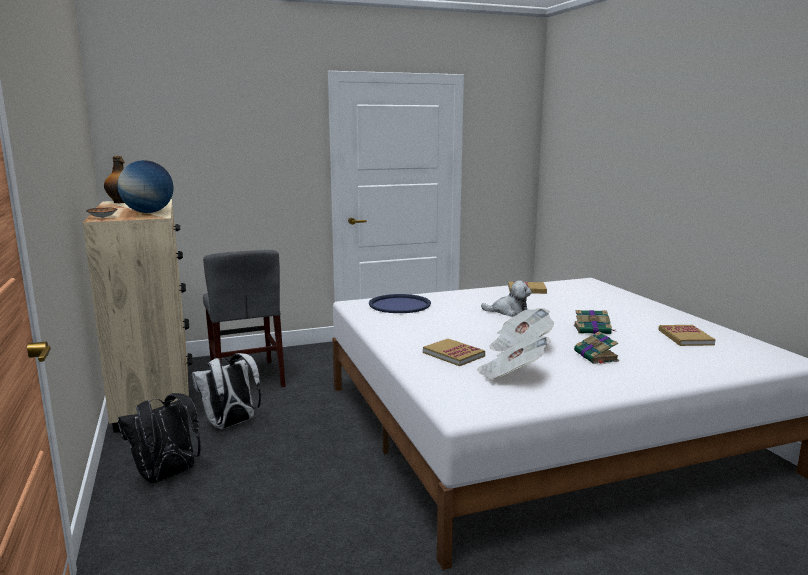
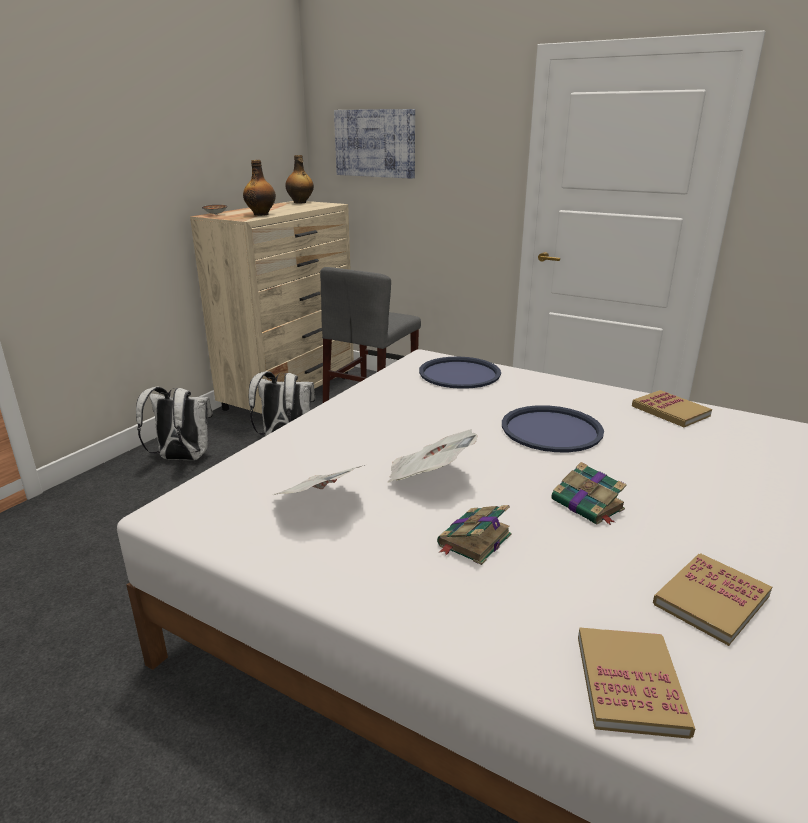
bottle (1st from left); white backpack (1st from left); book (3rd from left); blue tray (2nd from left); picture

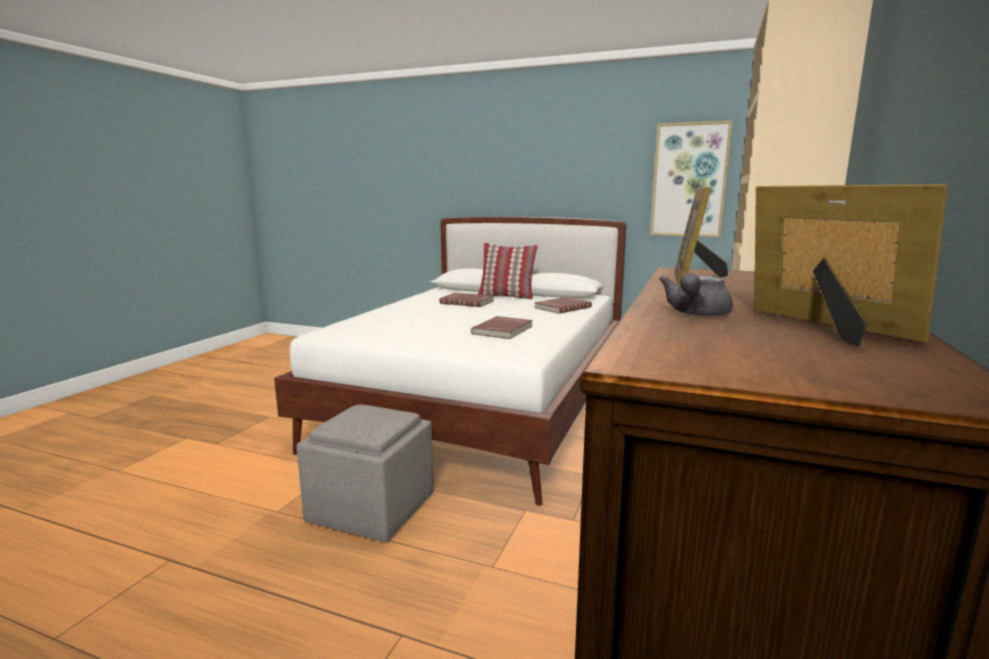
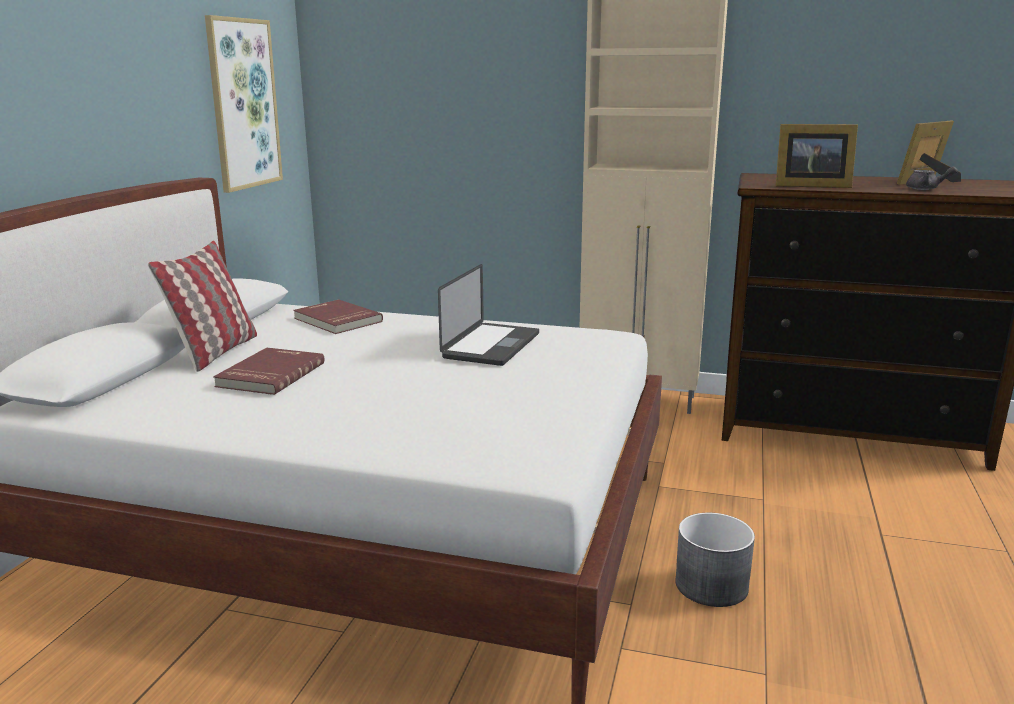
grey planter; laptop

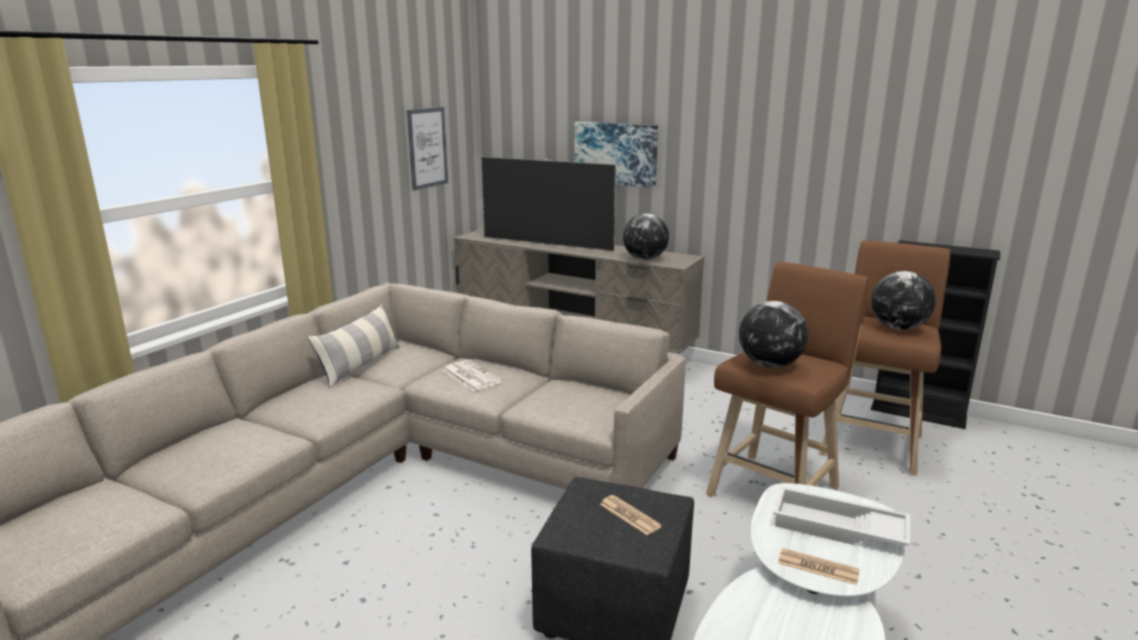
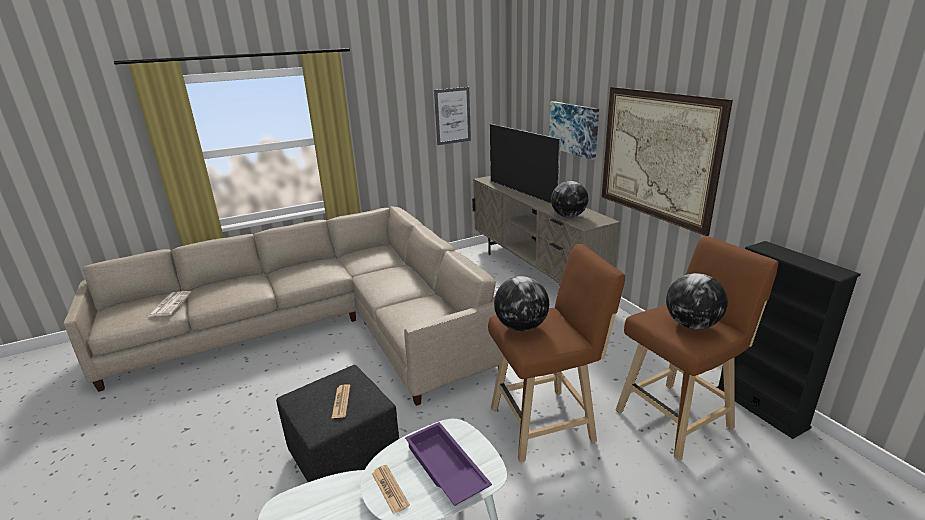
pillow; newspaper (1st from left); purple tray; picture (3rd from left)

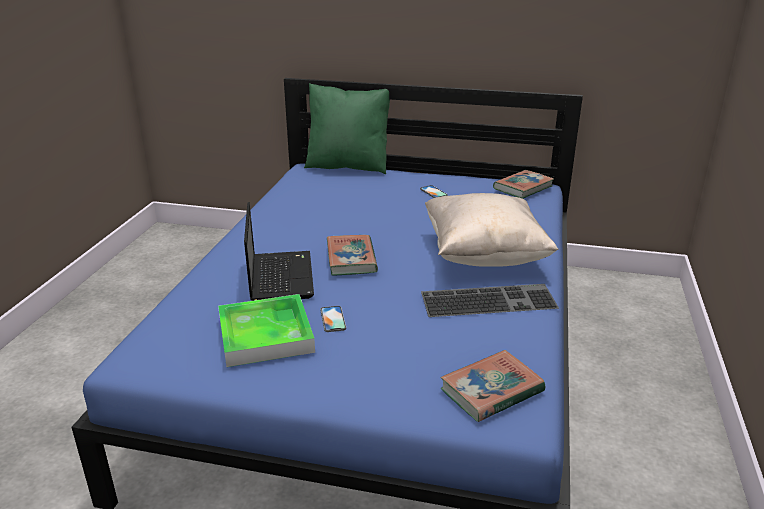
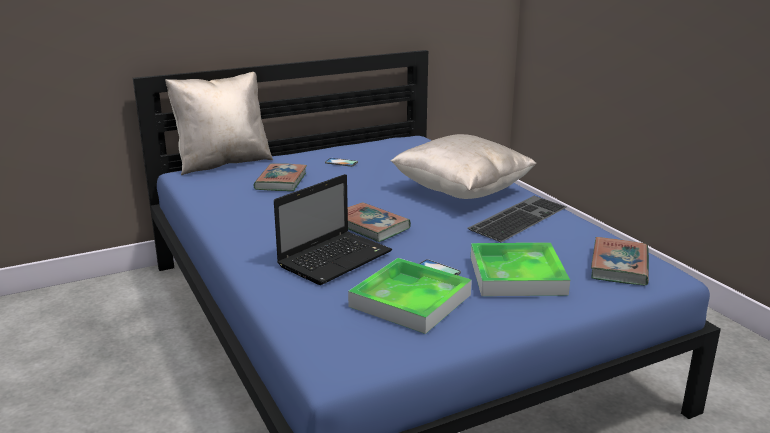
laptop; beige pillow (1st from left); book (1st from left); tray (2nd from left)

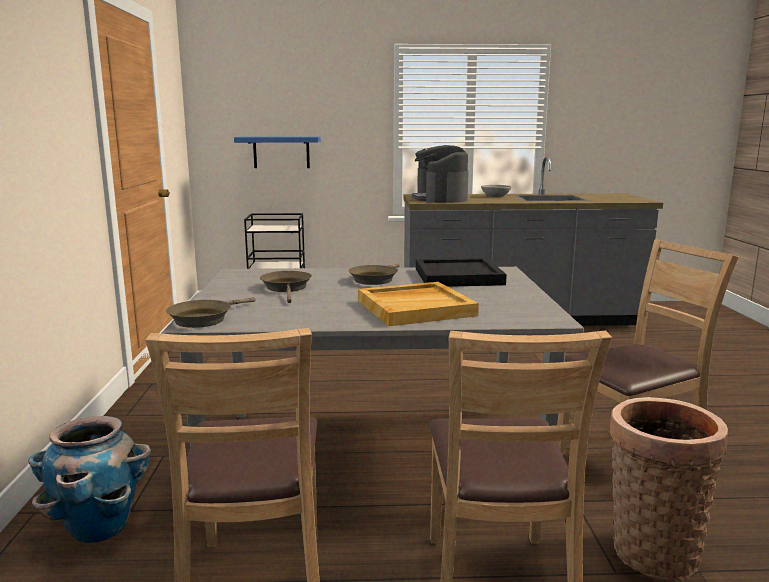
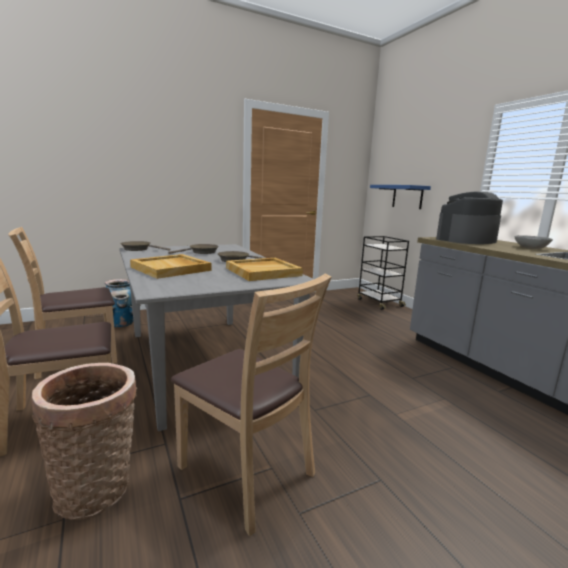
beige tray (2nd from left)

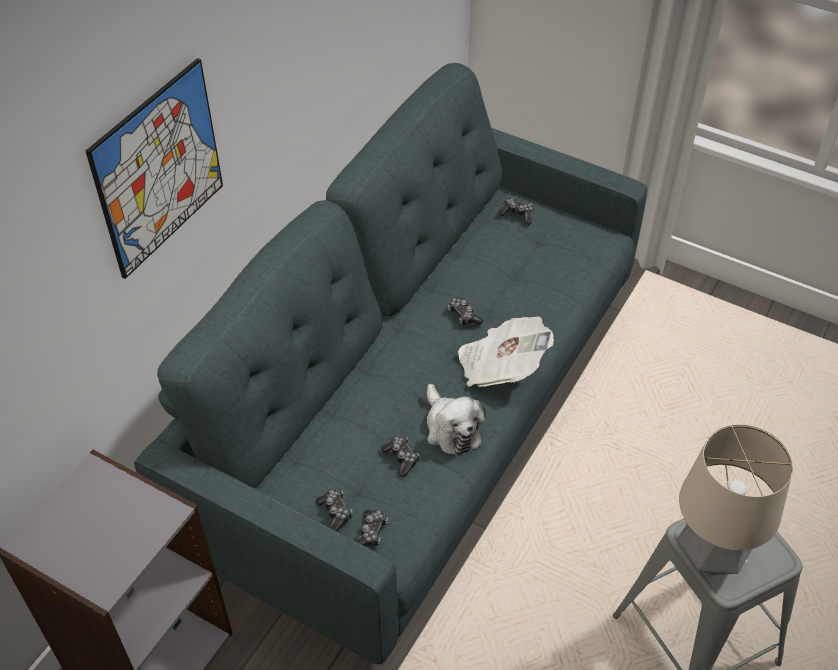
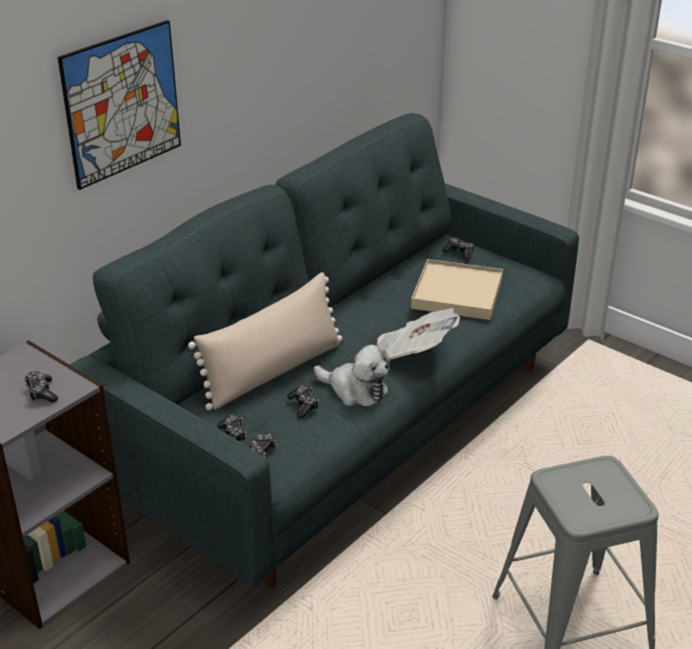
plush toy; game controller (1st from left); table lamp; beige pillow; beige tray

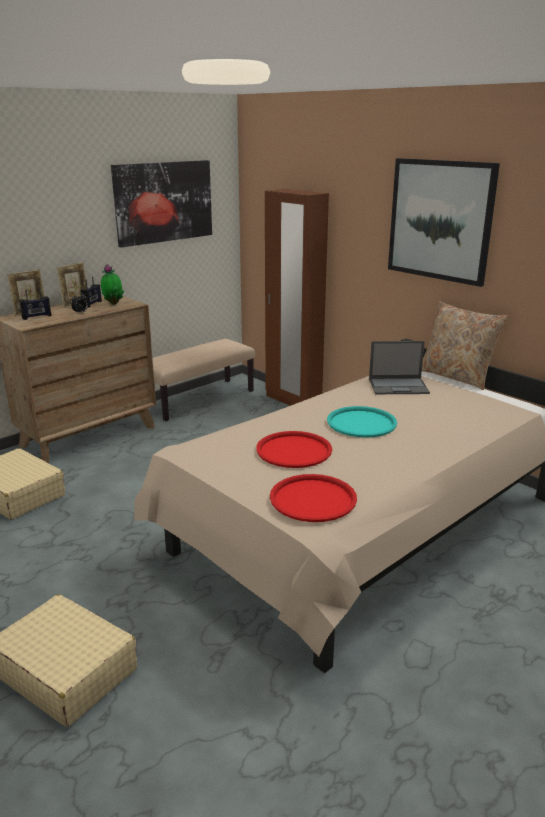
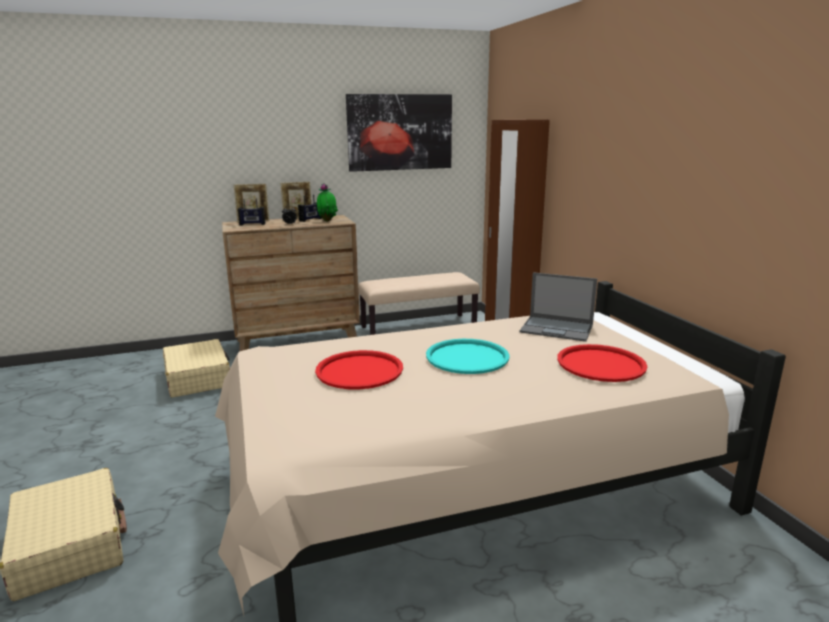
red tray (2nd from left); picture (2nd from left in the first image); beige pillow

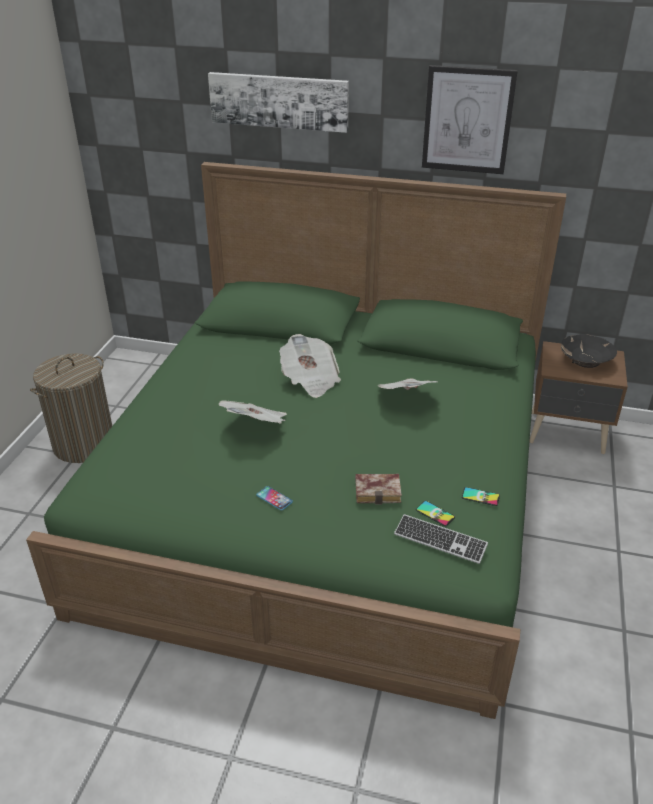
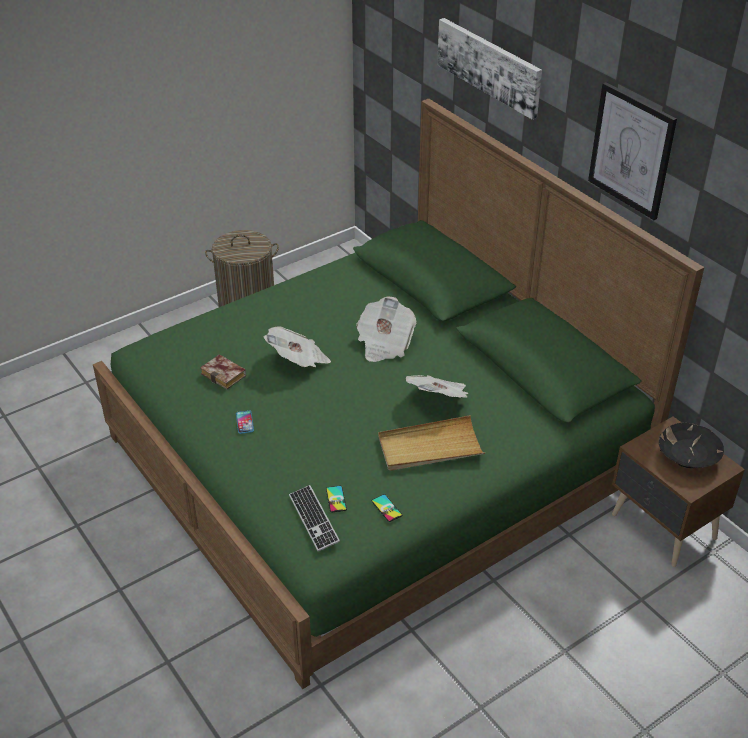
book; beige tray

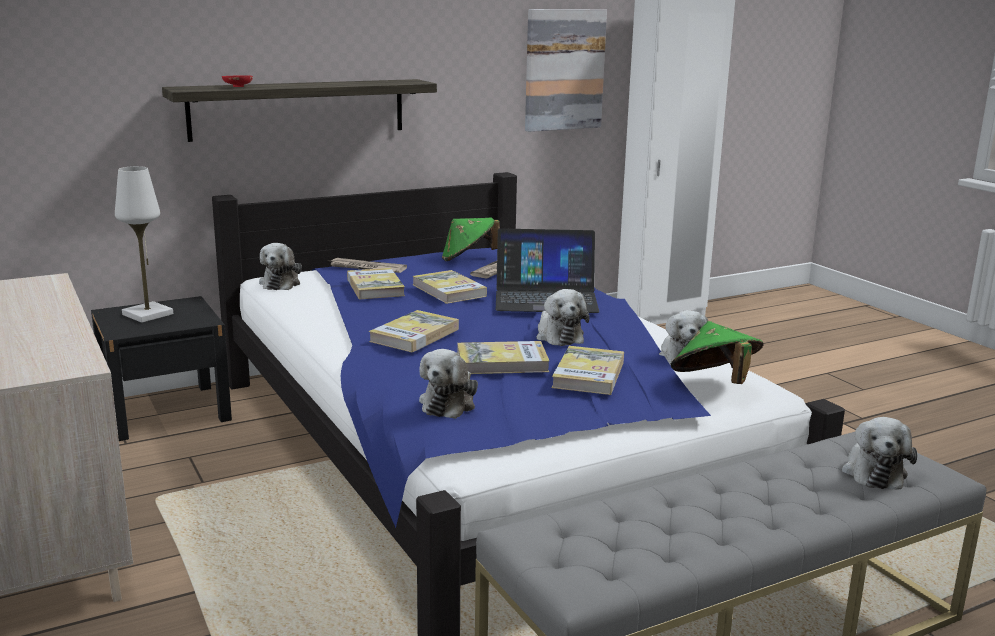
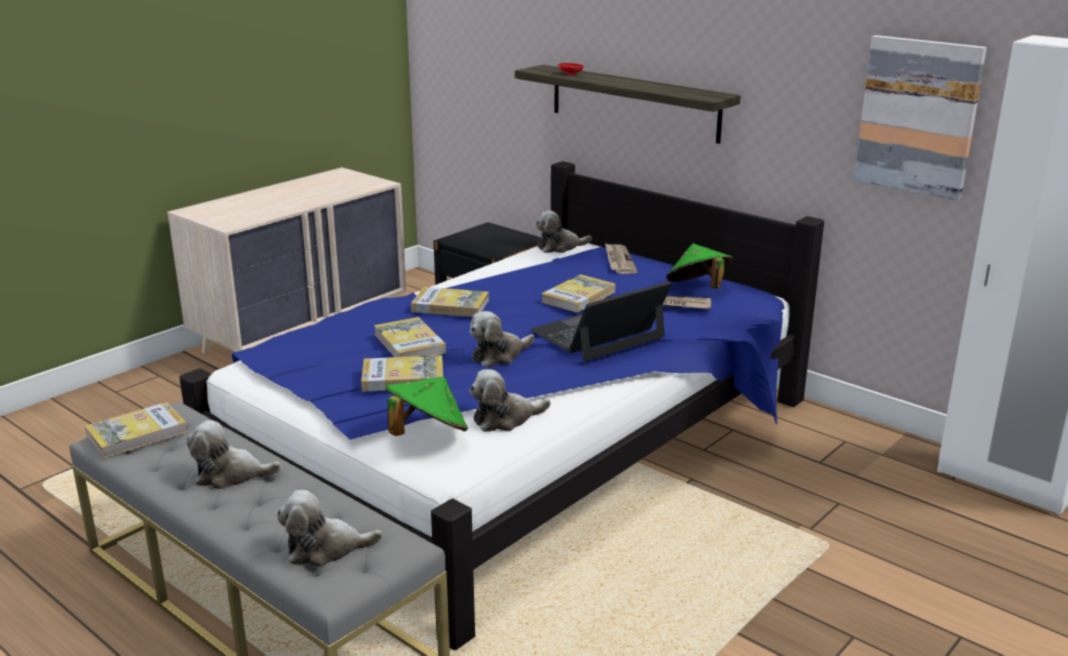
white table lamp; book (1st from left); plush toy (1st from left); laptop

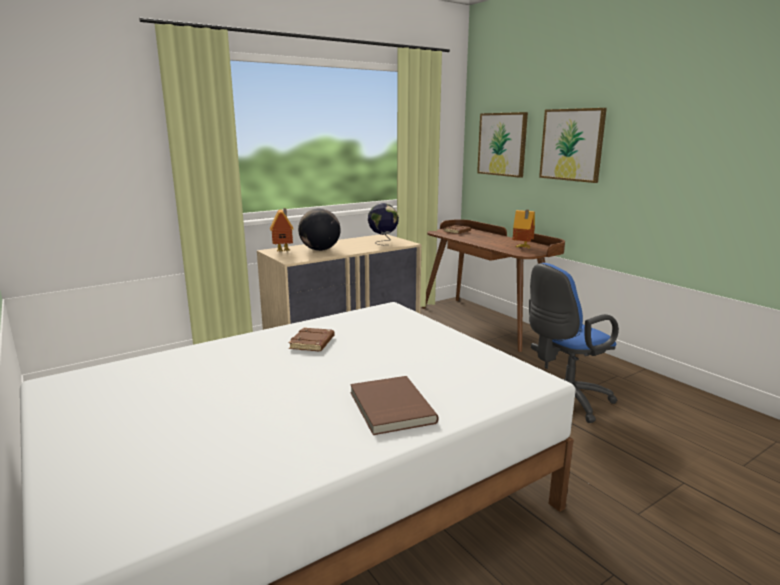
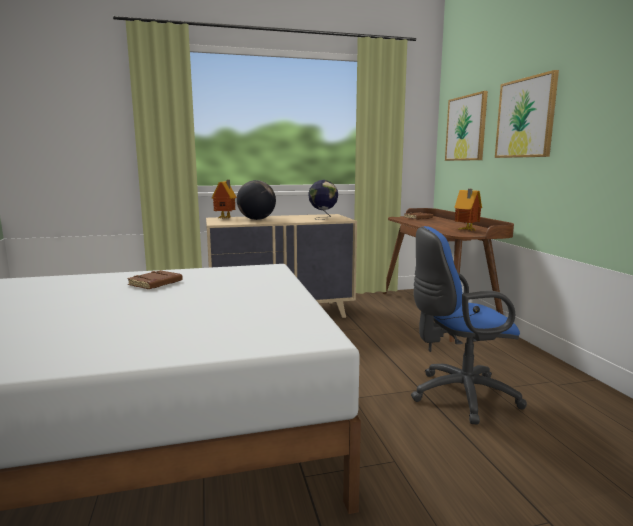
brown book (2nd from left in the first image)

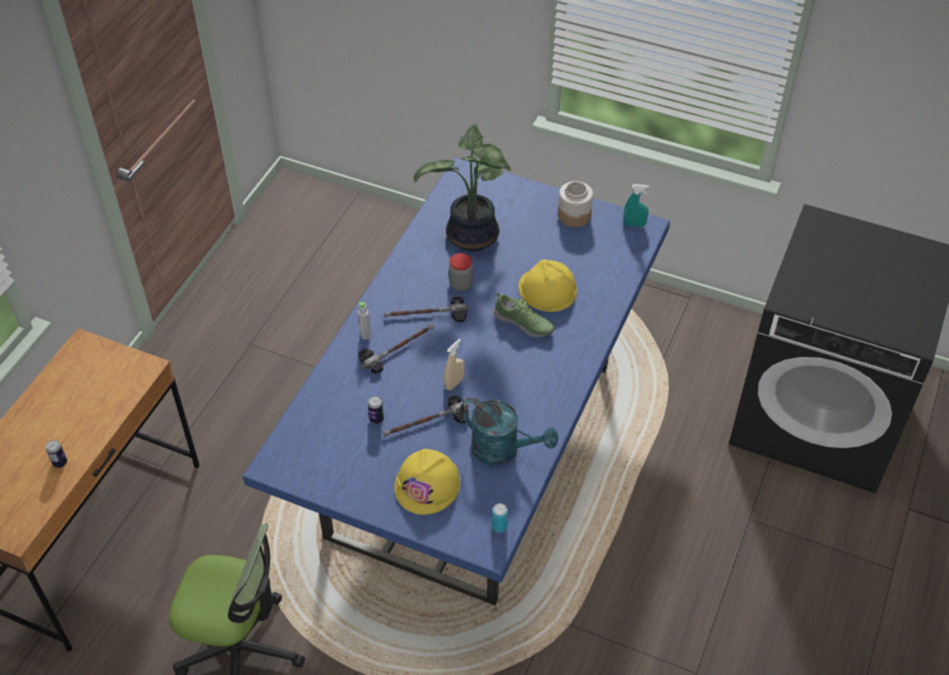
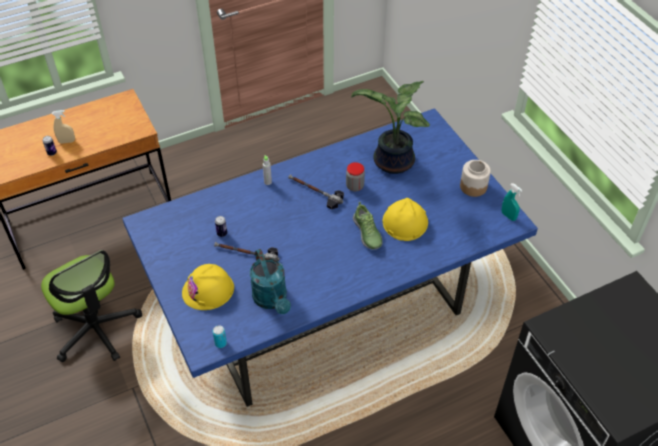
hammer (1st from left in the first image); beige spray bottle

